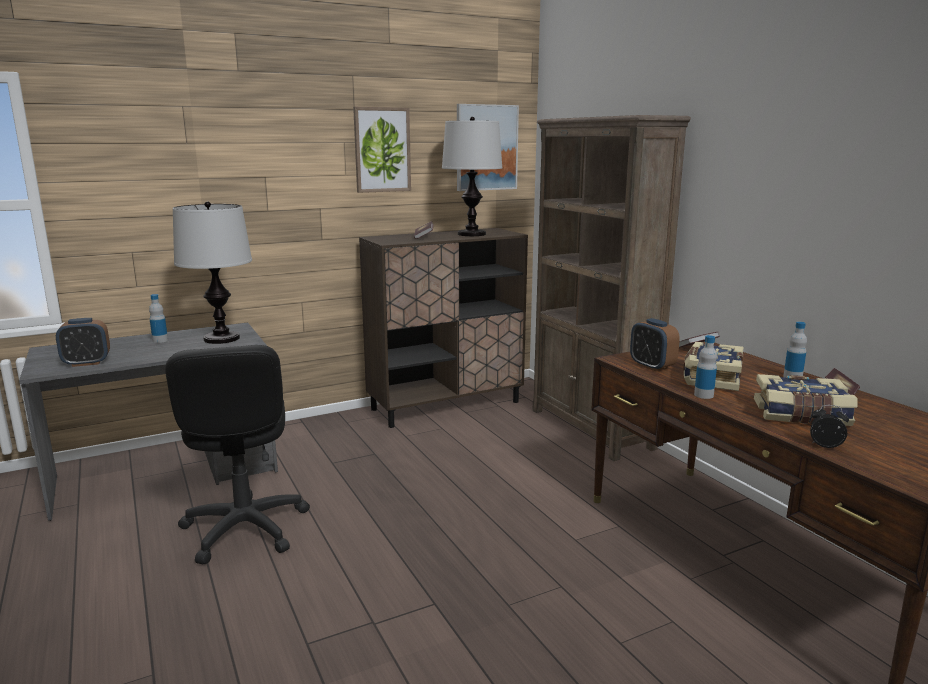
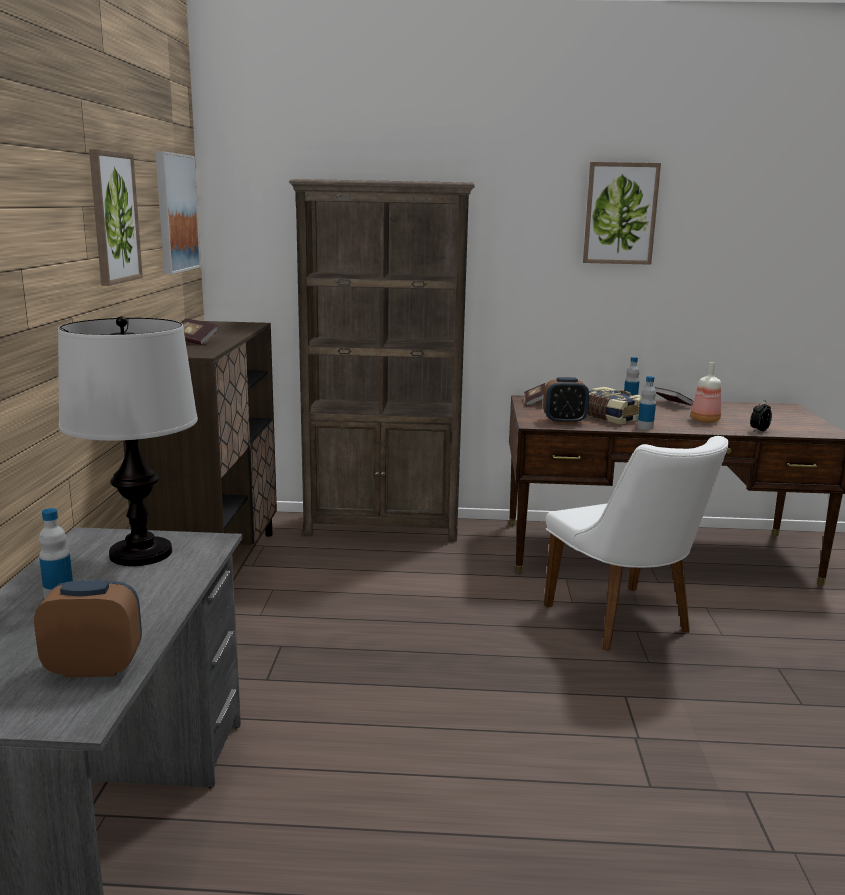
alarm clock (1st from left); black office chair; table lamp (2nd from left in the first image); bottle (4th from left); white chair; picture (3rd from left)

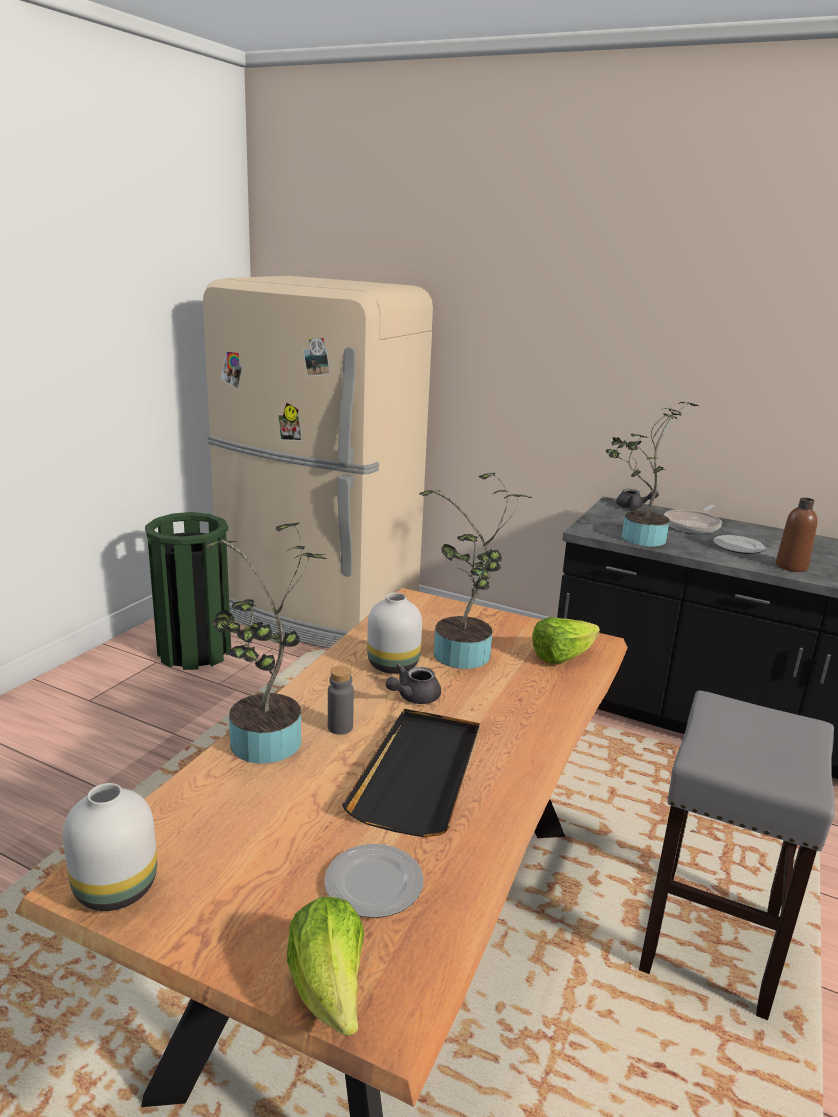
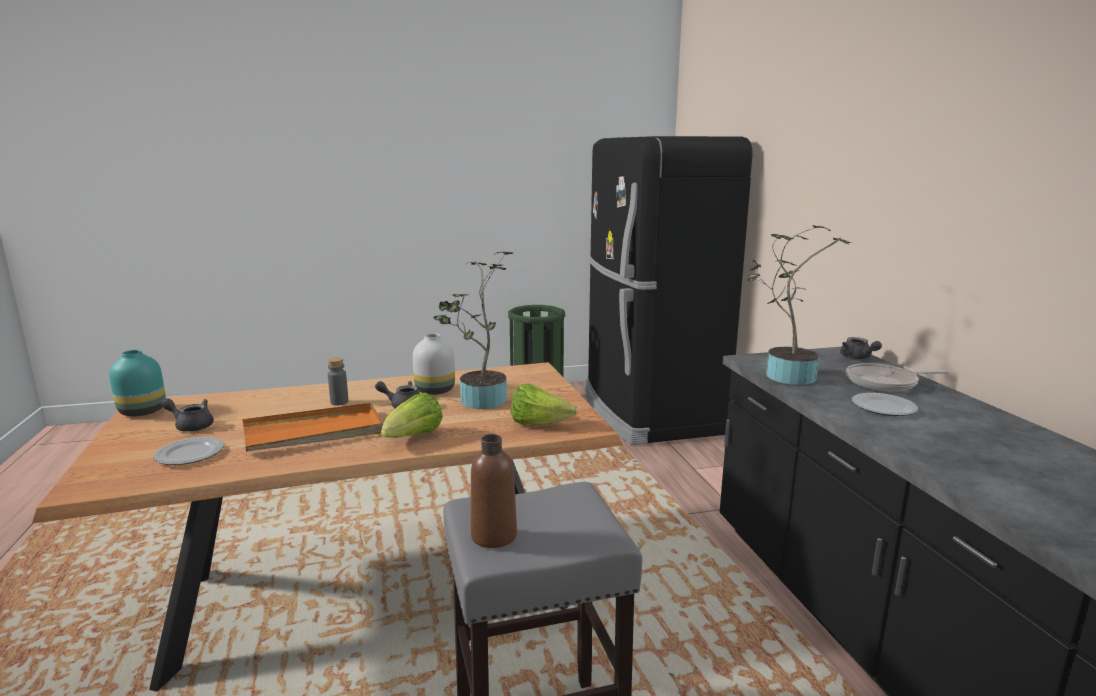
turquoise vase; black fridge; potted plant (1st from left in the first image); lettuce (1st from left); orange tray; brown bottle; grey teapot (1st from left)

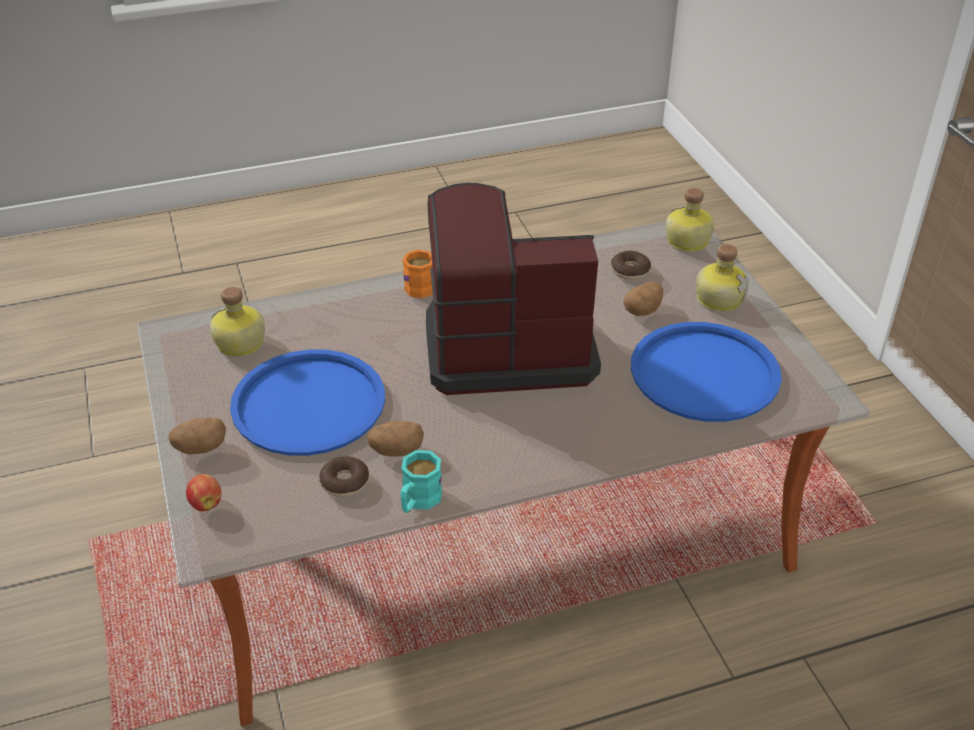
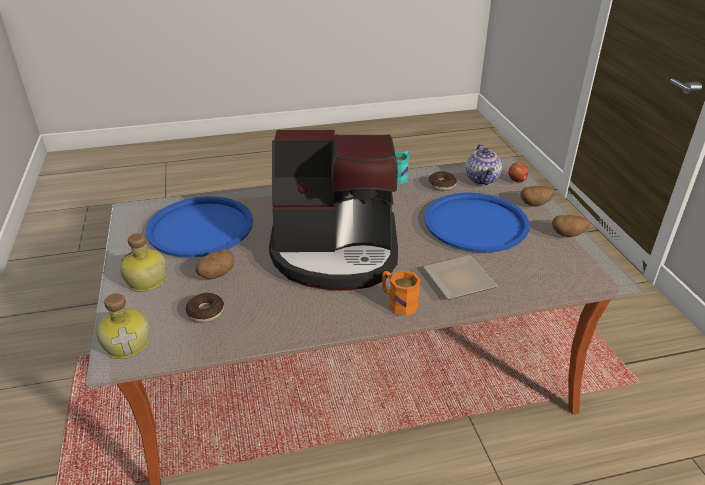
bottle (1st from left in the first image); potato (3rd from left); plate; teapot

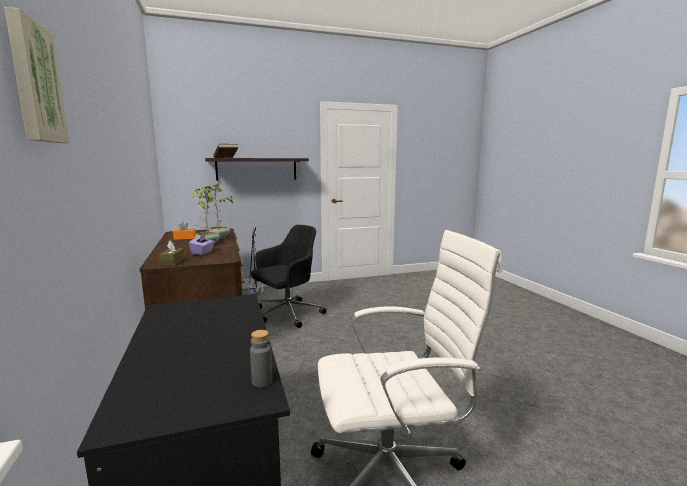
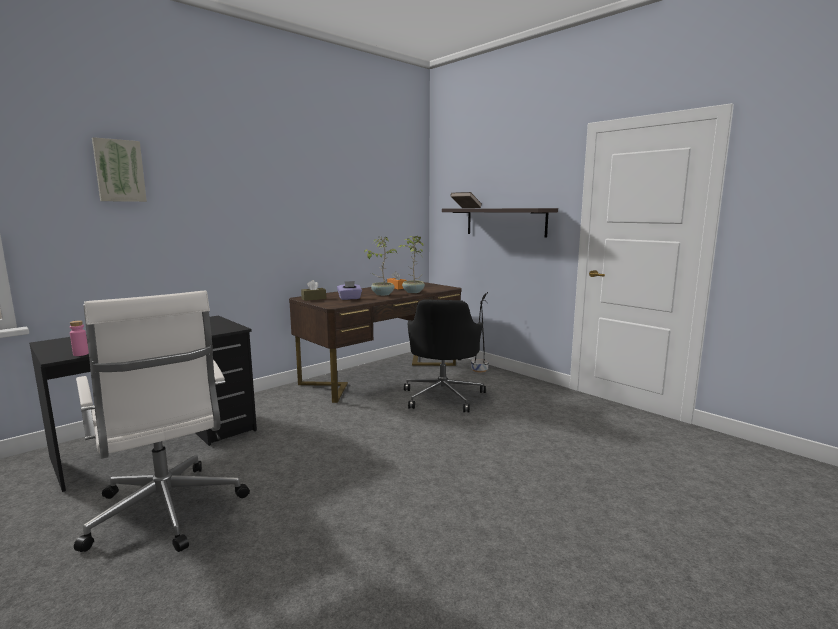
pink bottle; black office chair

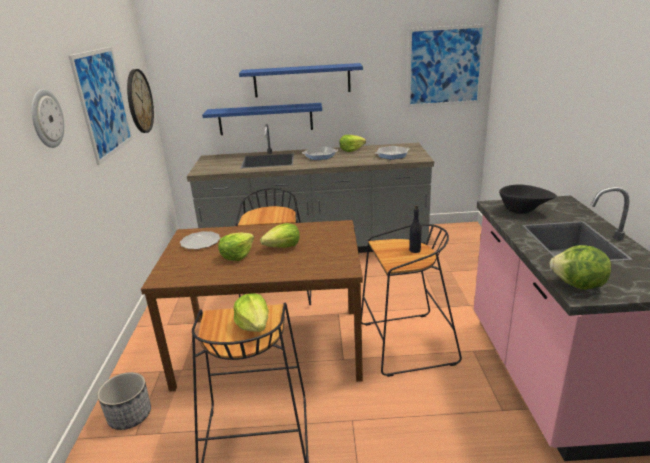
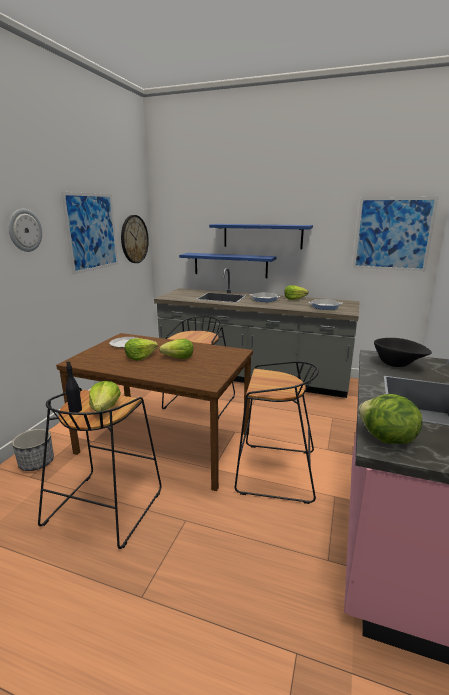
black bottle

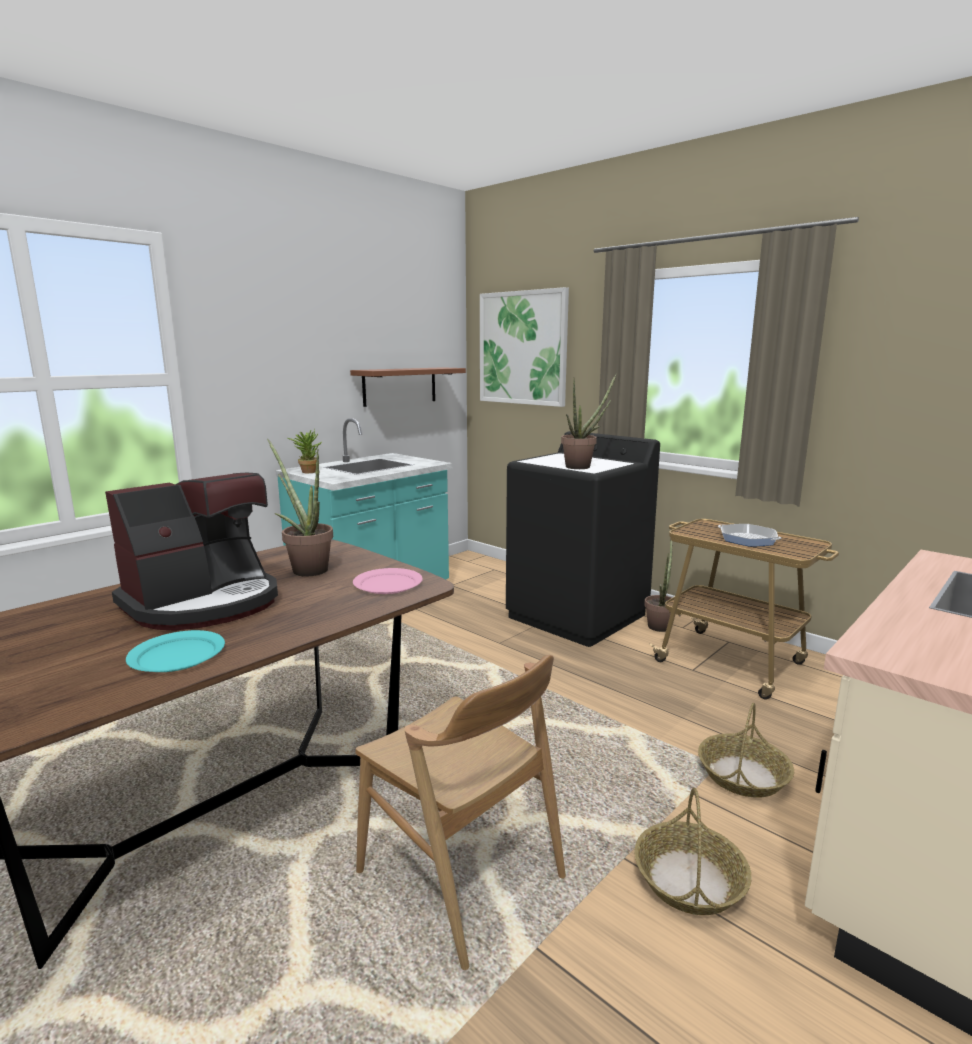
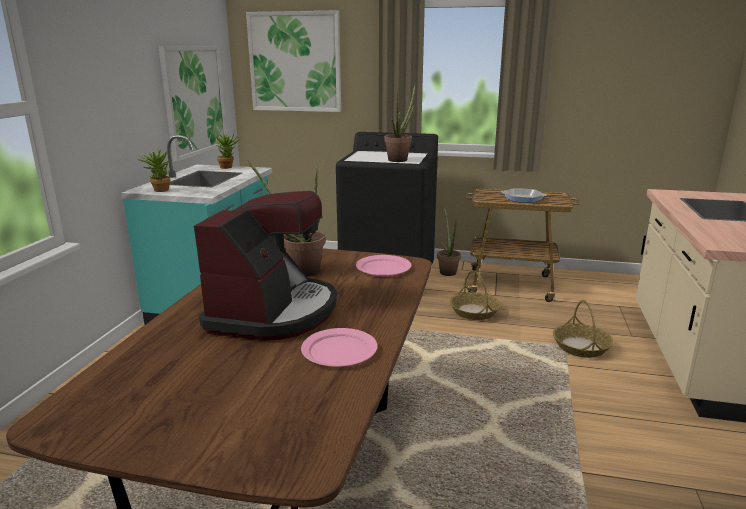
pink plate (1st from left); picture (1st from left); brown chair; basket (1st from left); potted plant (2nd from left)

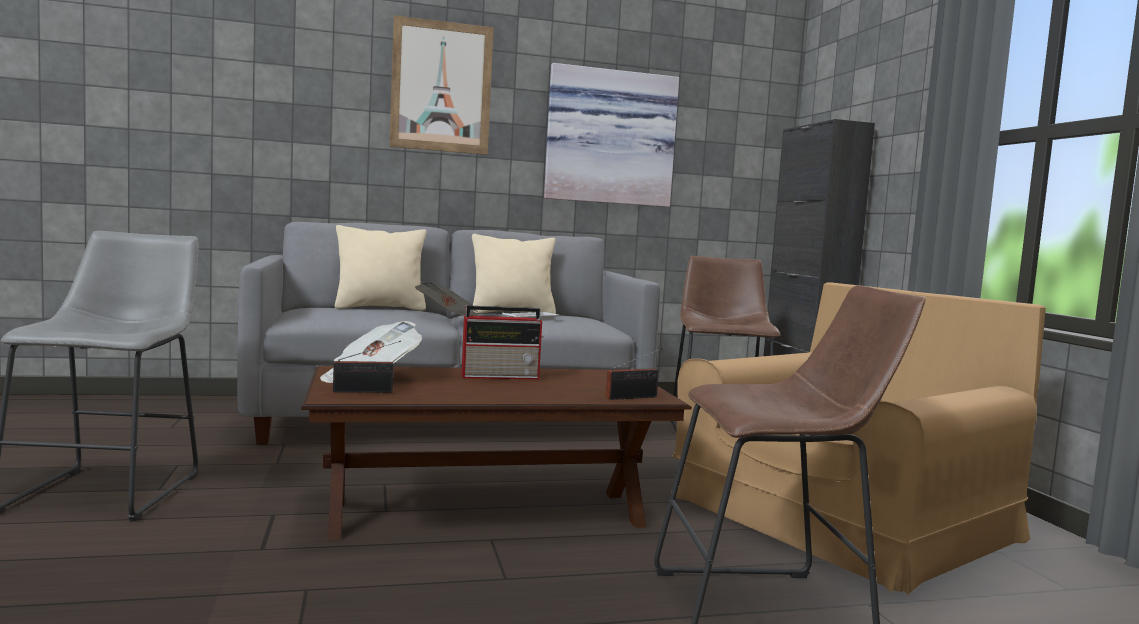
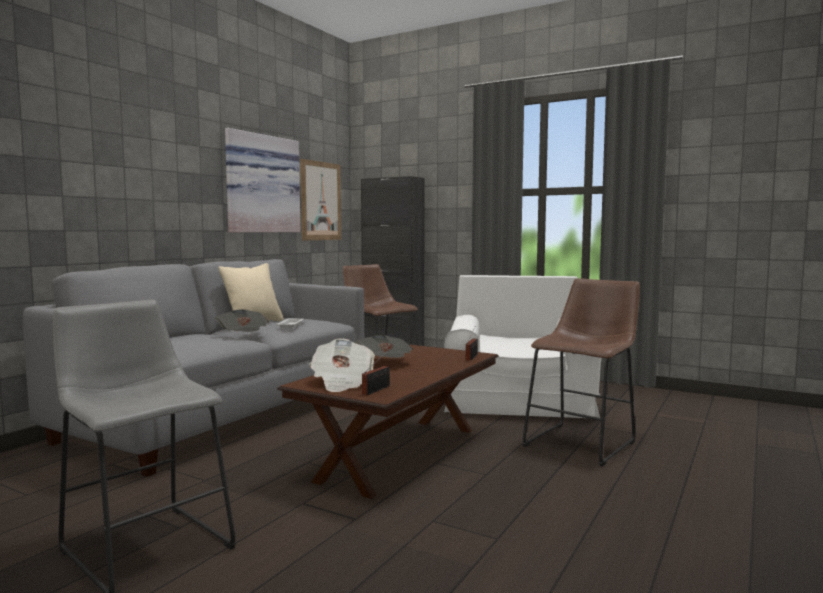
beige pillow (1st from left in the first image); picture (2nd from left); newspaper (3rd from left); white armchair

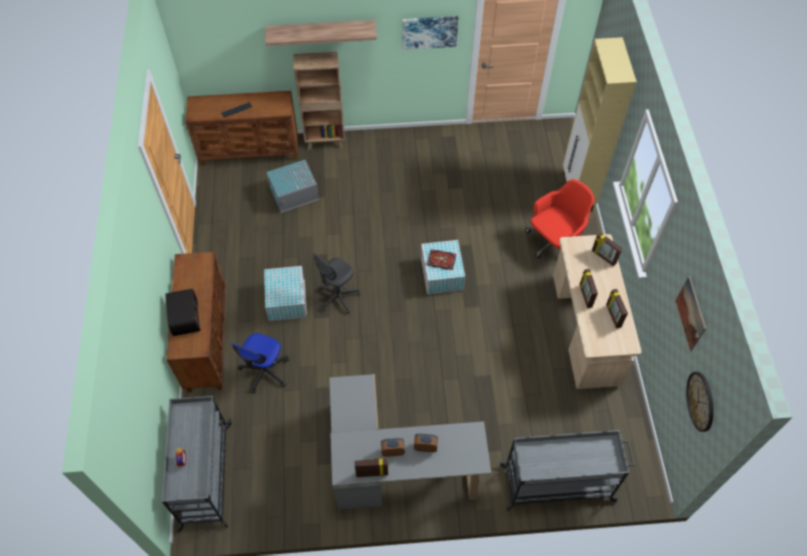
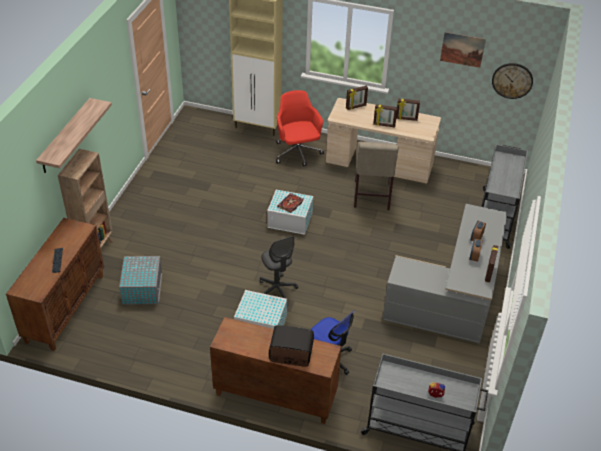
picture (1st from left in the first image); beige chair

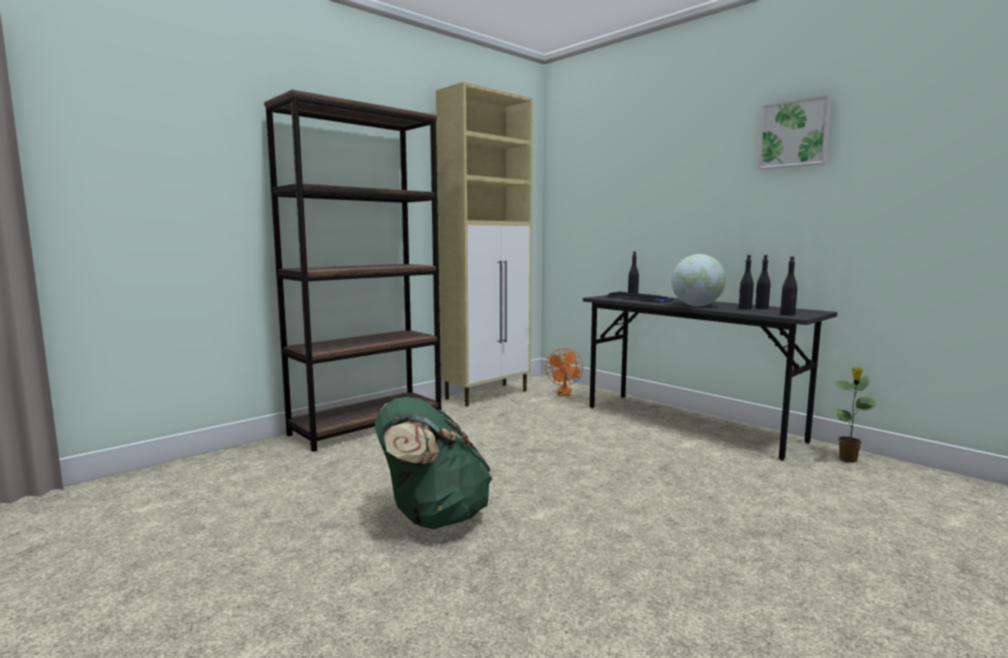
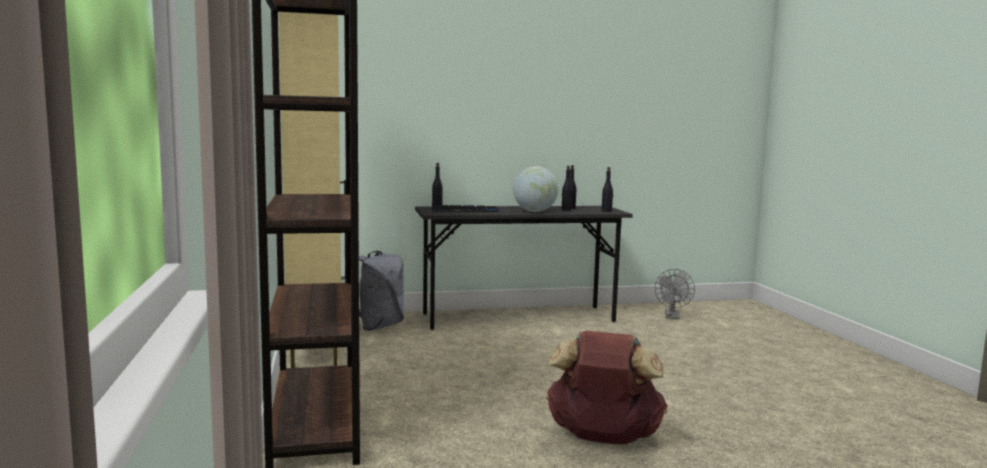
brown backpack; grey backpack; picture; potted plant; grey fan

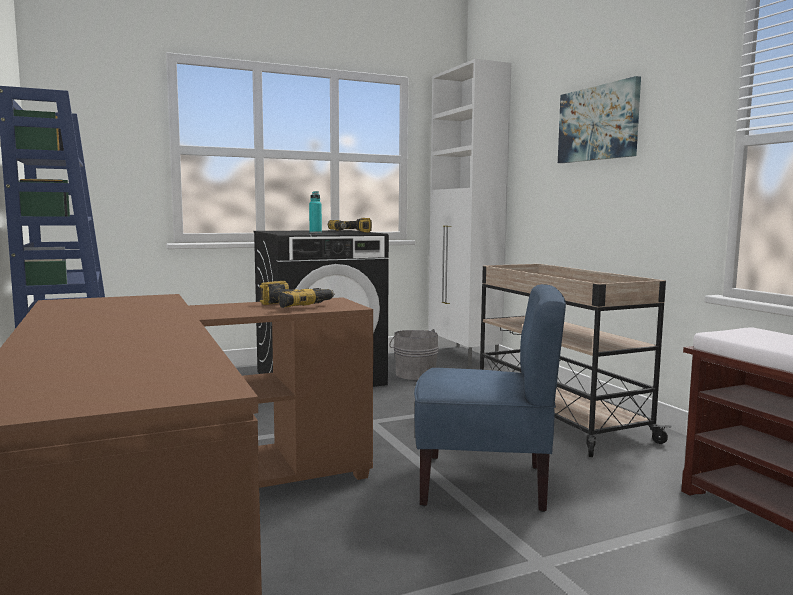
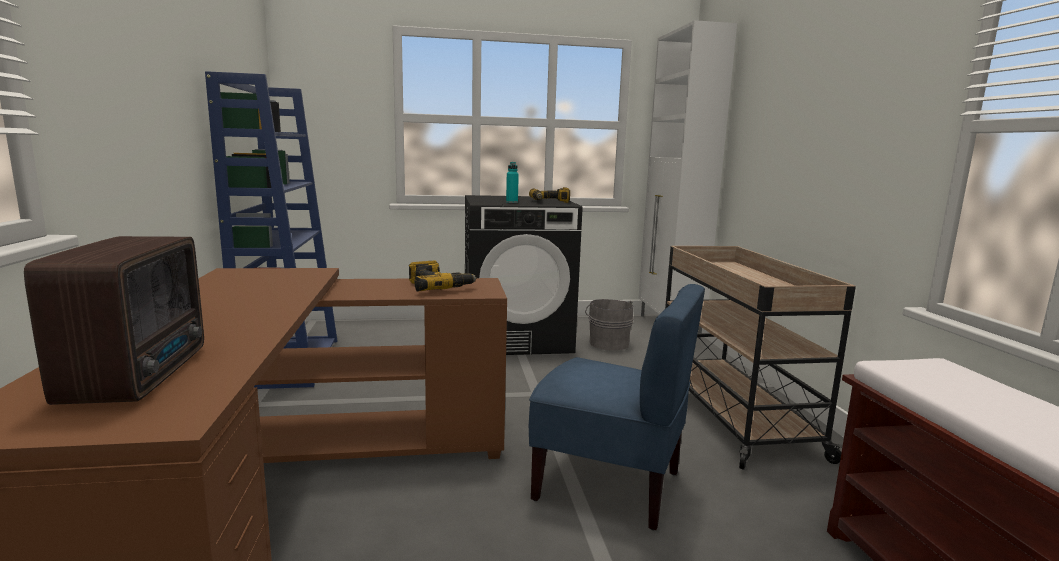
picture; radio

